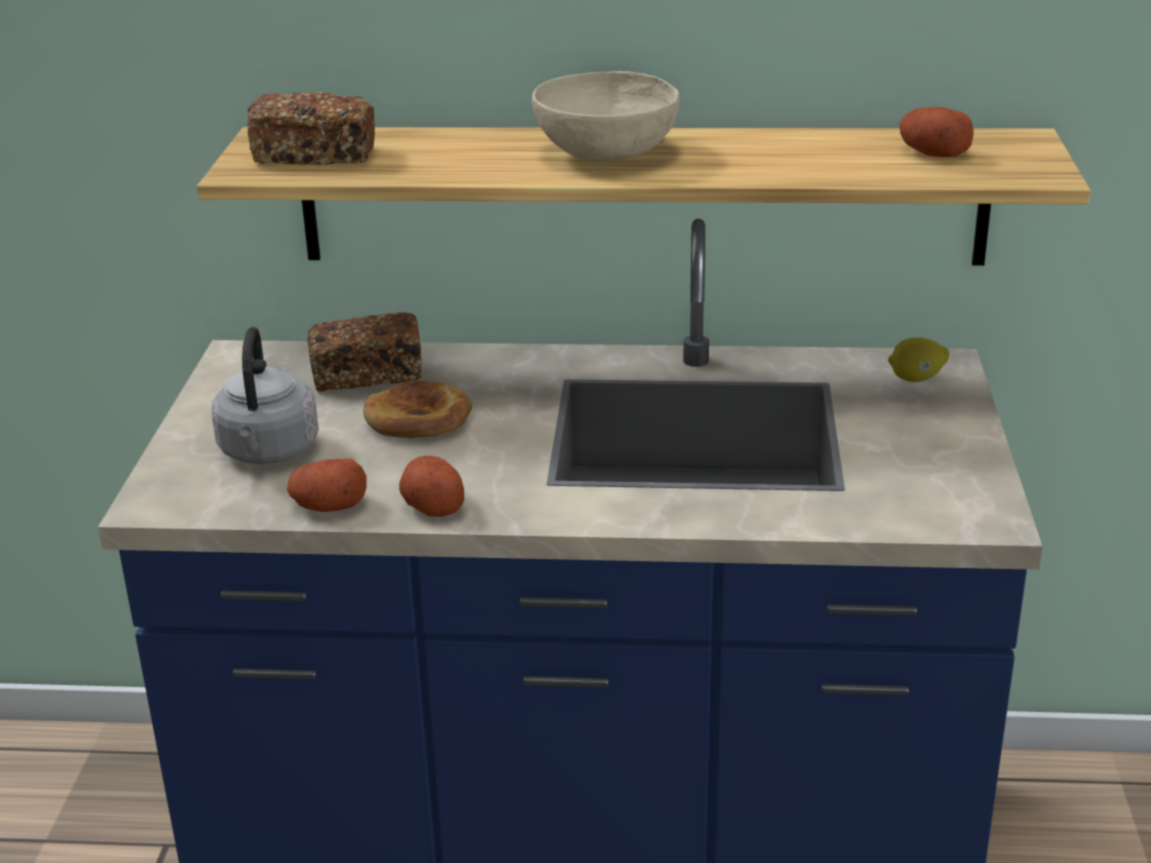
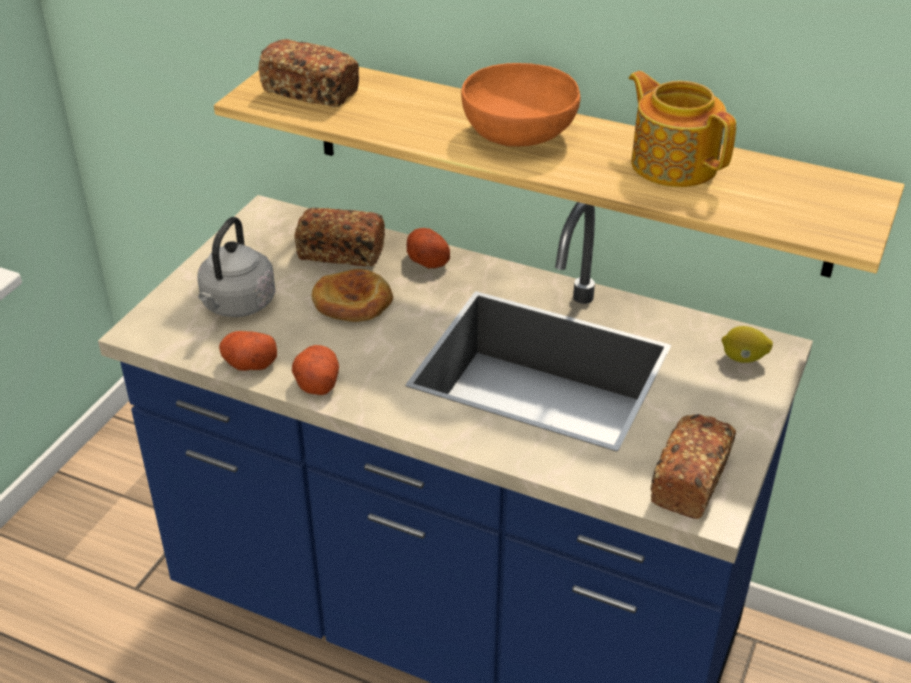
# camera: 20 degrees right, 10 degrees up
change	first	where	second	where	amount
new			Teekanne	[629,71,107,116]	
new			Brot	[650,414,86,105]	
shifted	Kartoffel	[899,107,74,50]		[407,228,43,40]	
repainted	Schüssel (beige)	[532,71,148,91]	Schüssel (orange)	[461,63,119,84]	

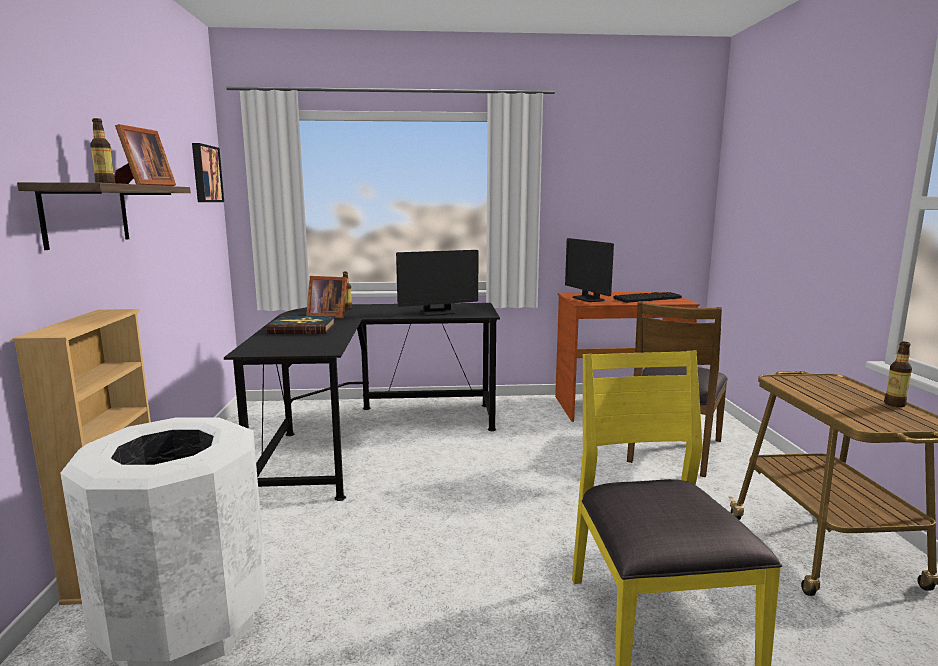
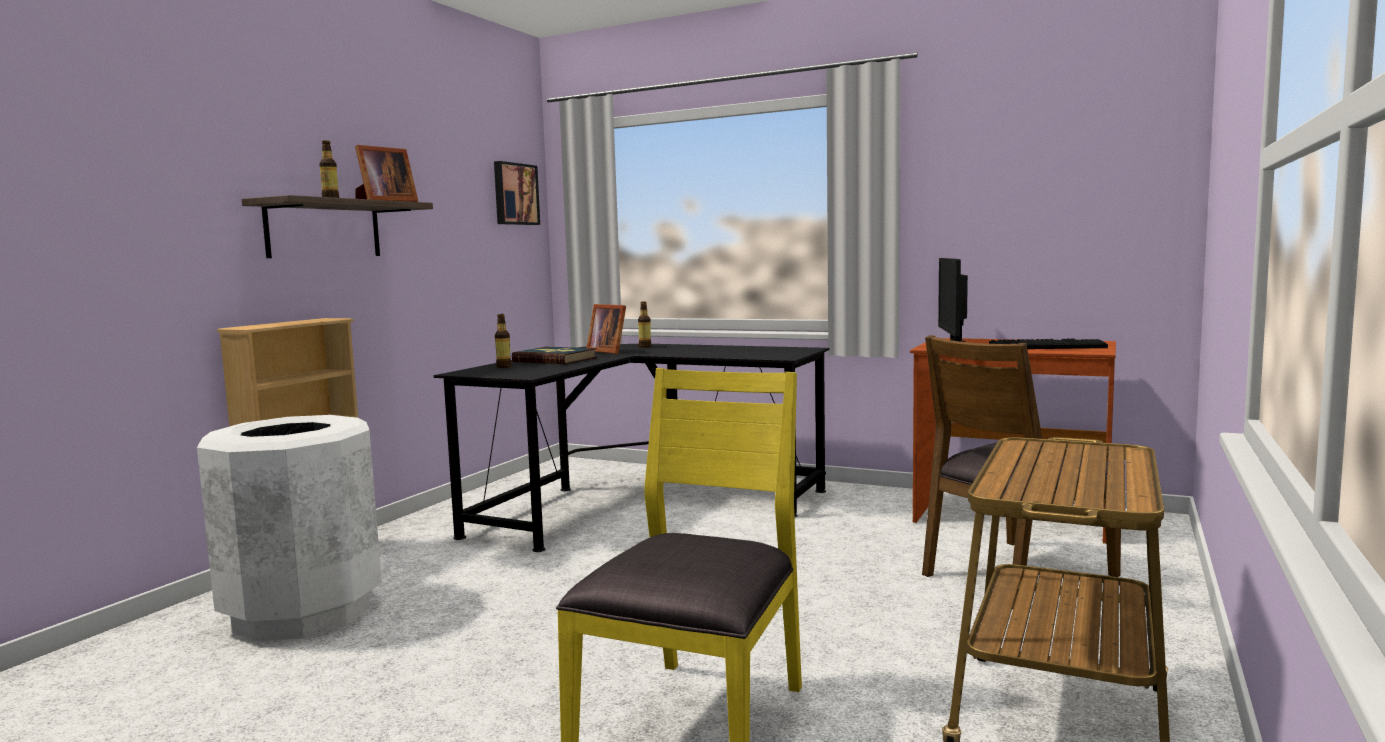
# camera: 30 degrees right, 5 degrees down
change	first	where	second	where	amount
gone	Monitor	[396,250,82,66]			
shifted	Flasche	[884,342,28,65]		[495,314,17,54]	

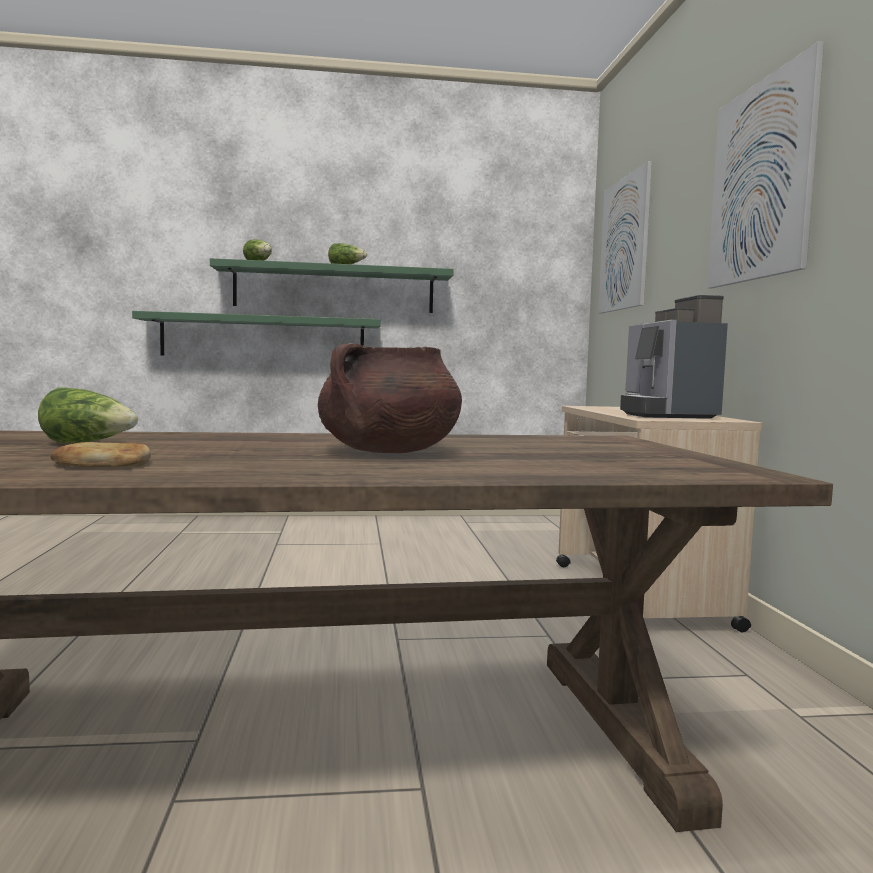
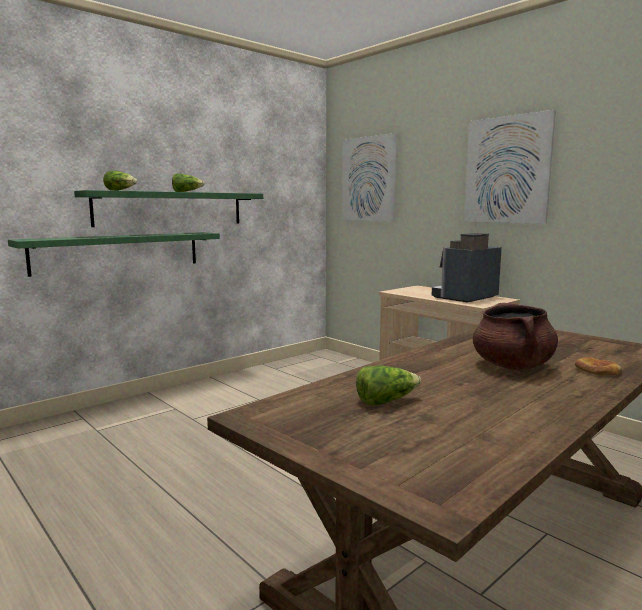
# camera: 35 degrees left, 5 degrees up
change	first	where	second	where	amount
shifted	Brot	[50,442,101,25]		[575,357,47,18]	
rotated	Kaffeemaschine	[620,295,108,124]		[432,233,70,70]	90 degrees clockwise

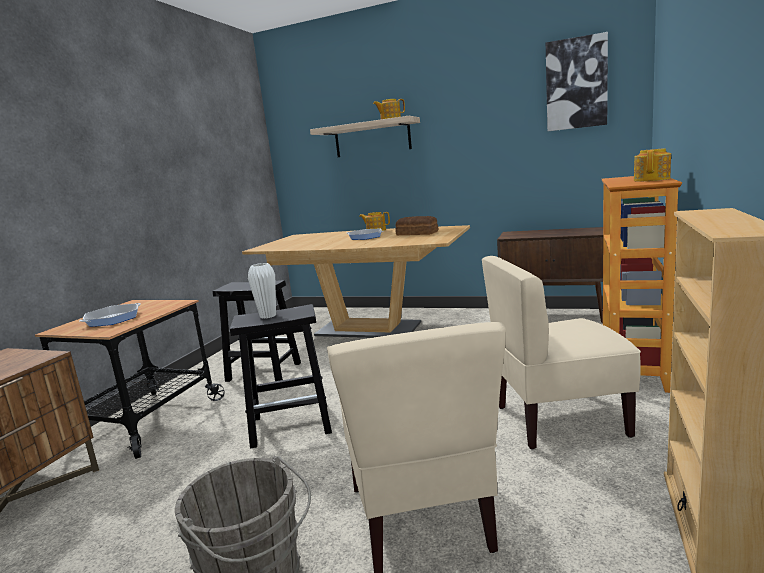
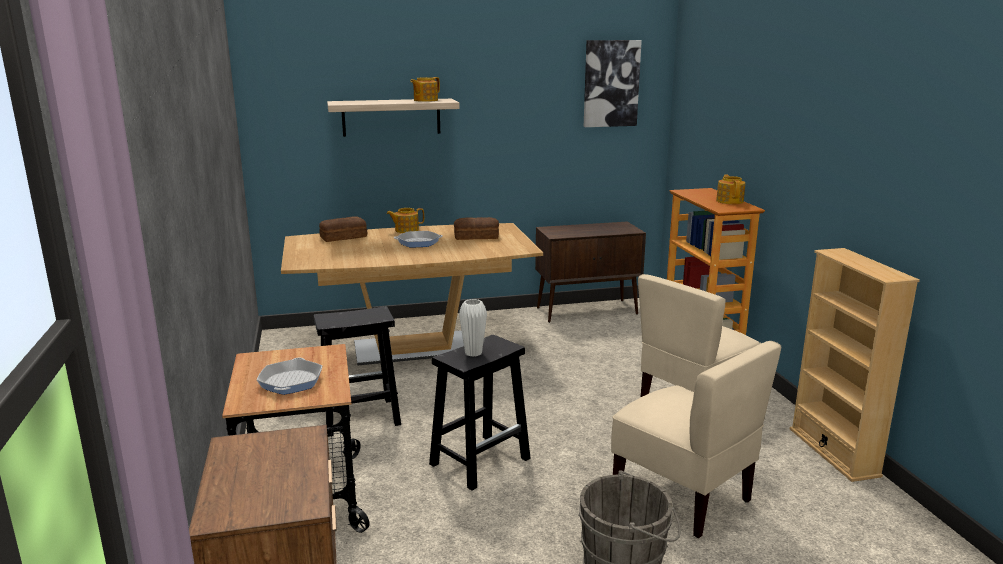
# camera: 35 degrees left, 5 degrees up
change	first	where	second	where	amount
new			Brot	[319,216,48,26]	

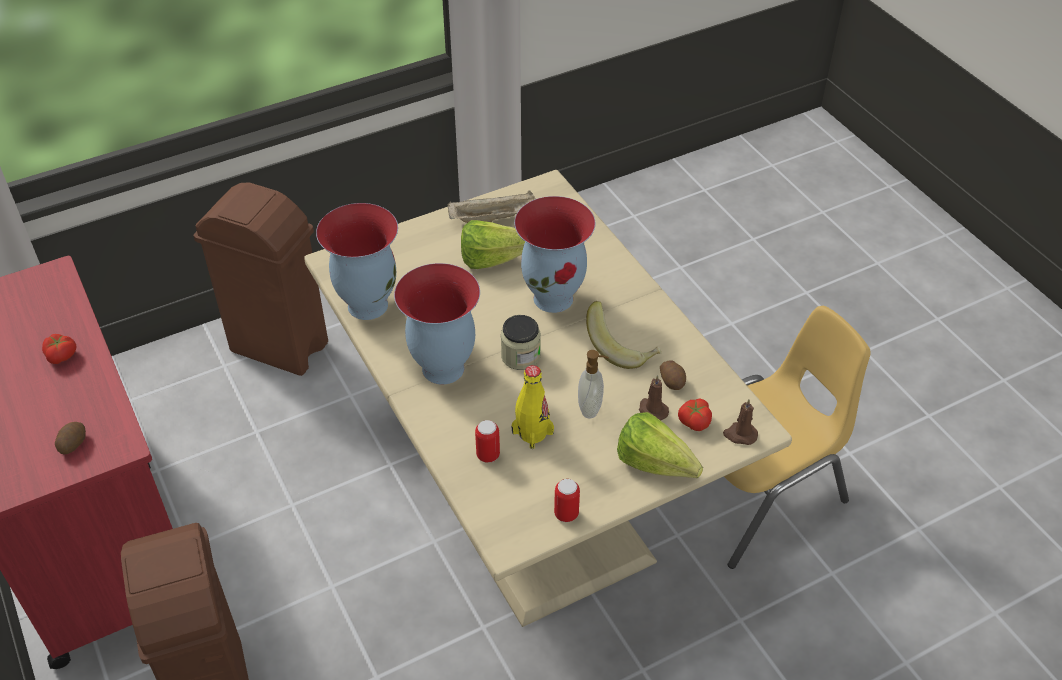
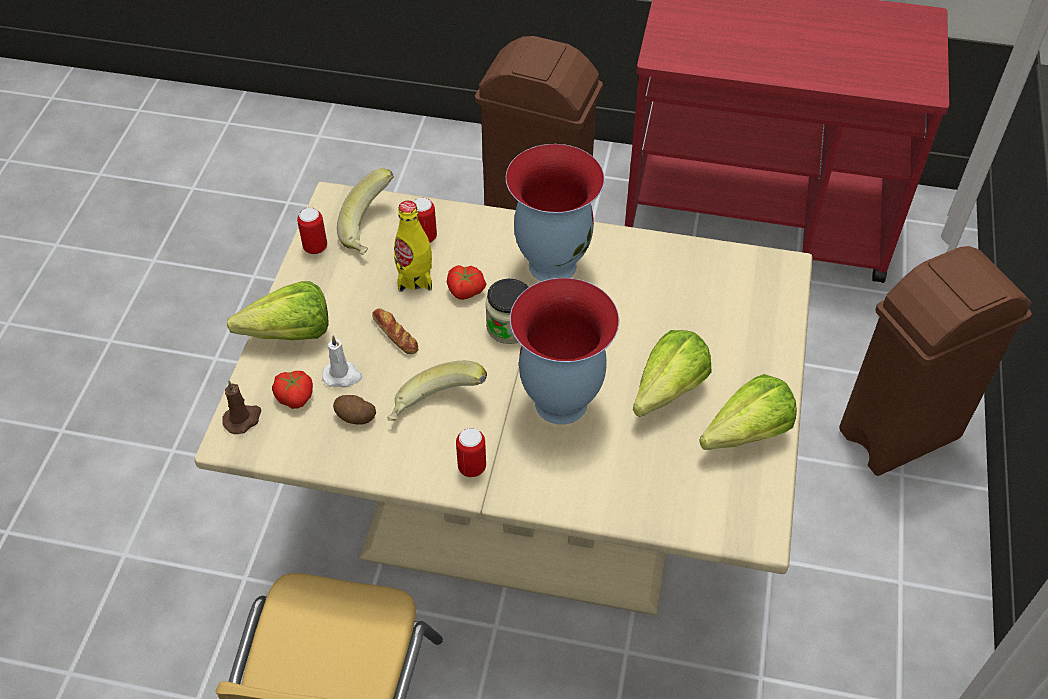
# camera: 130 degrees right, 5 degrees up
change	first	where	second	where	amount
gone	Kartoffel	[55,422,31,33]			
gone	Vase	[316,203,82,117]			
new			Banane	[337,169,57,86]	
new			Dose	[456,428,30,49]	
shifted	Tomate	[42,334,35,30]		[447,265,39,35]	
swapped	Tablett (beige)	[448,190,88,33]	Salatkopf	[699,374,98,76]	
swapped	Seifenspender	[578,350,31,68]	Brot	[372,309,46,45]	
repainted	Kerze (braun)	[639,375,30,46]	Kerze (weiß)	[322,335,40,53]	

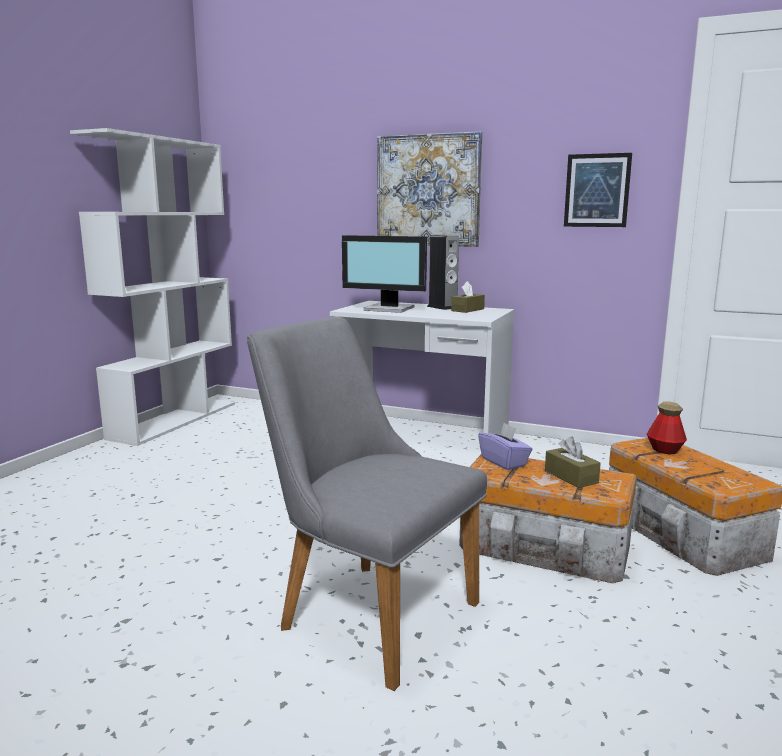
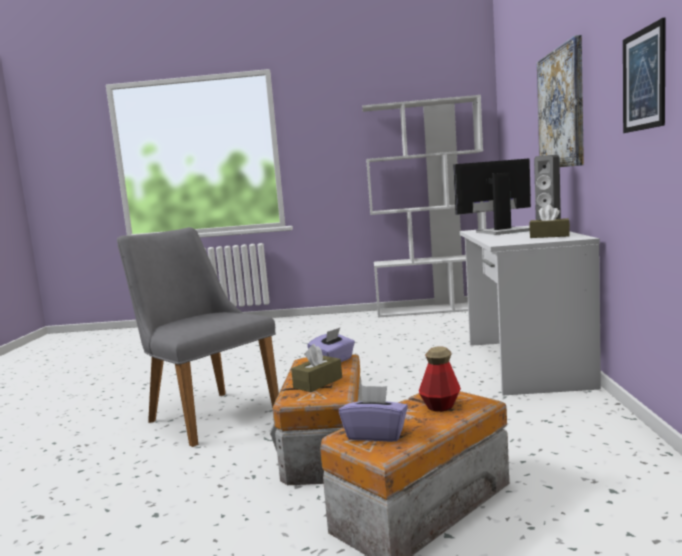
# camera: 70 degrees right, 5 degrees down
change	first	where	second	where	amount
new			Taschentuchbox (lila)	[339,385,69,57]	
rotated	Stuhl (grau)	[247,317,240,374]		[117,227,162,220]	60 degrees counterclockwise
rotated	Monitor	[342,235,85,78]		[453,158,78,77]	75 degrees clockwise

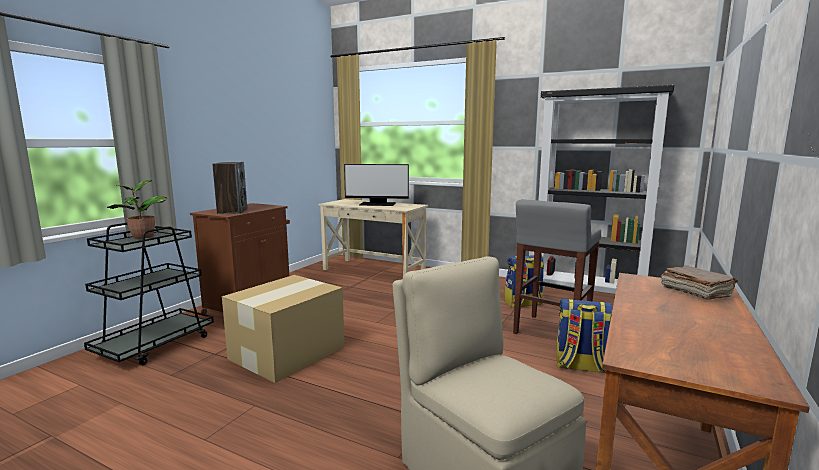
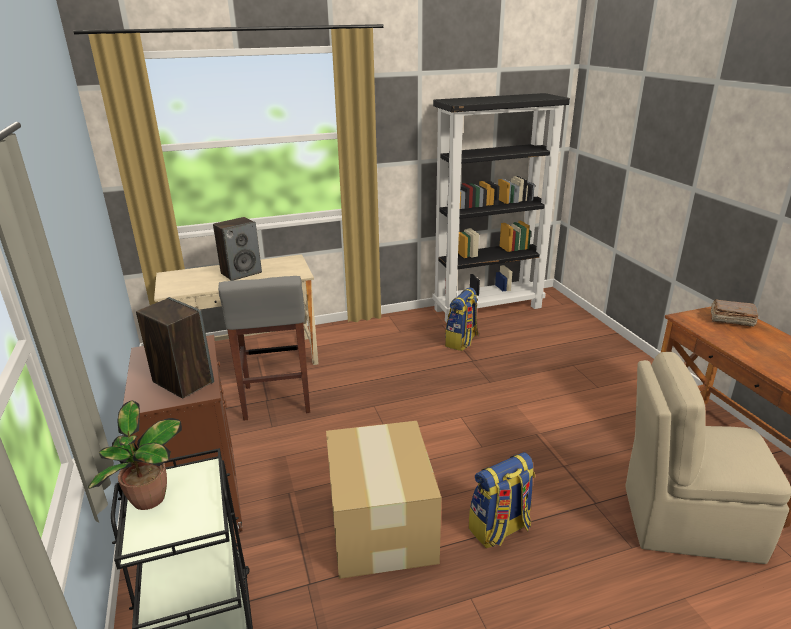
# camera: 45 degrees left, 15 degrees up
change	first	where	second	where	amount
shifted	Hocker (grau)	[513,199,88,135]		[218,276,92,144]	
shifted	Rucksack	[556,299,57,74]		[469,452,66,96]	
swapped	Monitor	[344,164,65,42]	Lautsprecher	[213,217,49,64]	

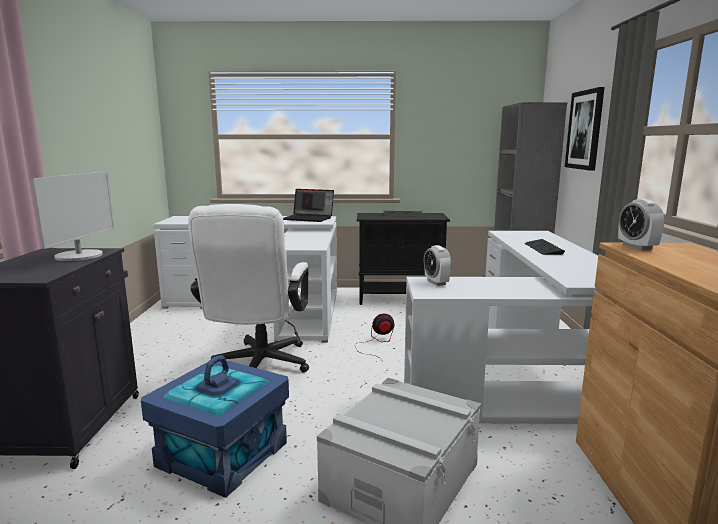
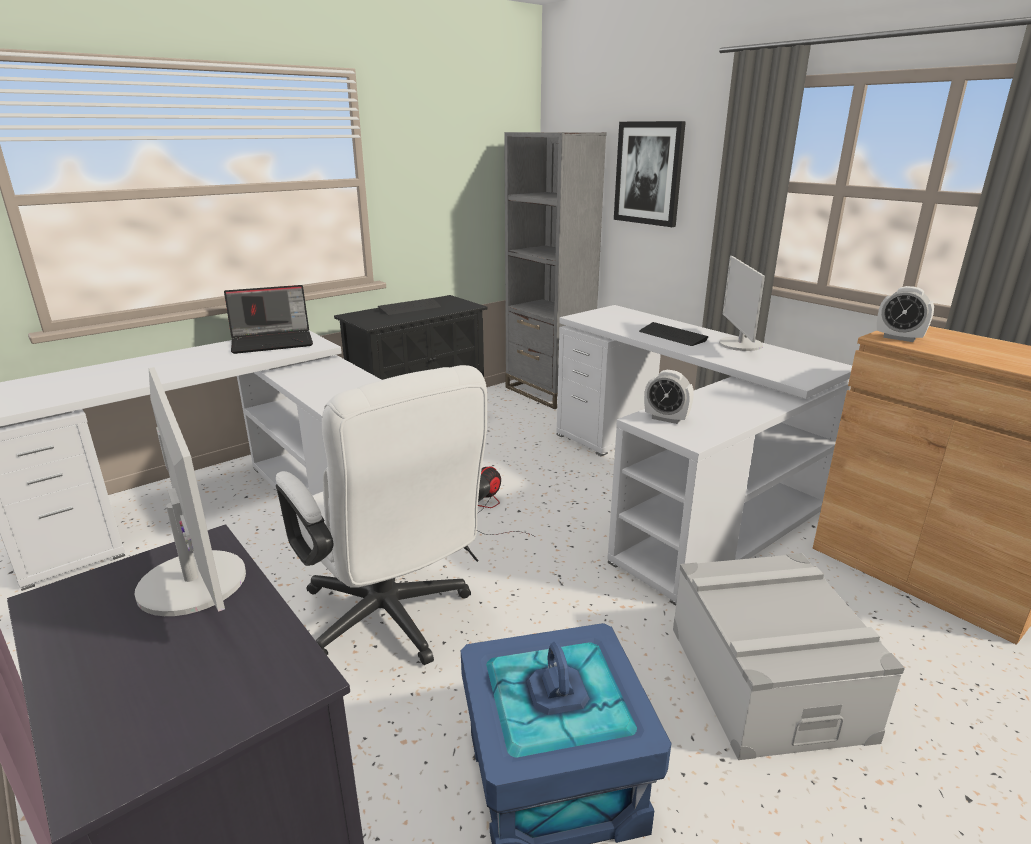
# camera: 40 degrees left, 10 degrees up
change	first	where	second	where	amount
new			Monitor	[719,256,46,95]	

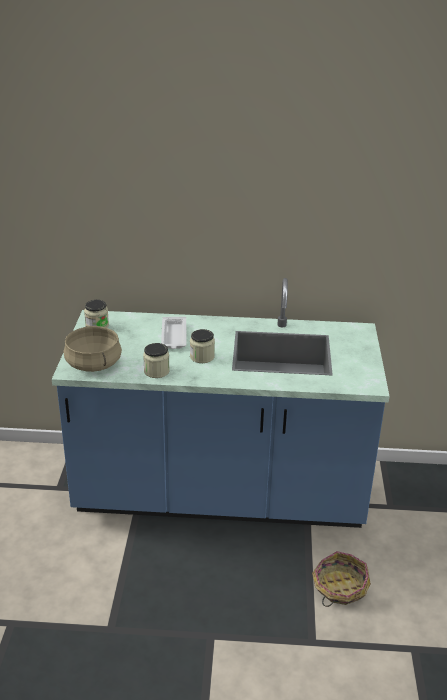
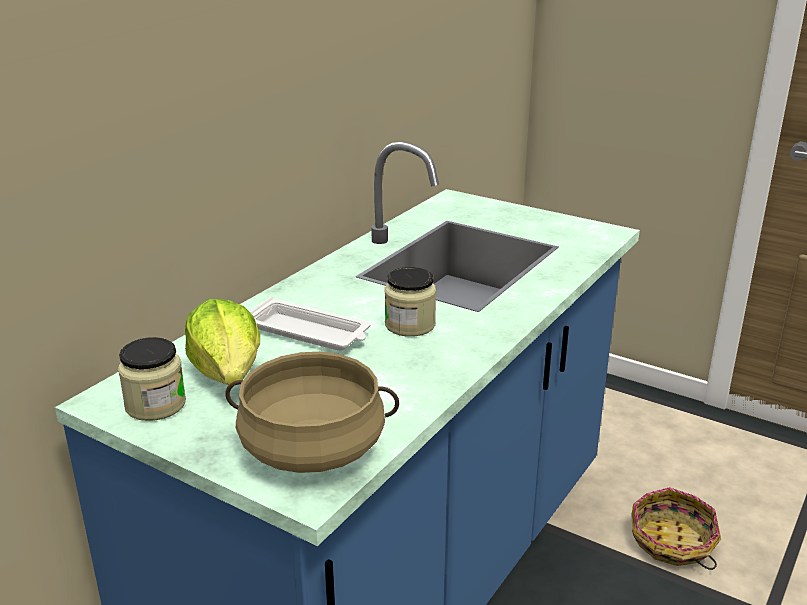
# camera: 60 degrees left, 5 degrees down
change	first	where	second	where	amount
gone	Vorratsglas	[143,343,27,35]			
new			Salatkopf	[185,299,75,86]	

